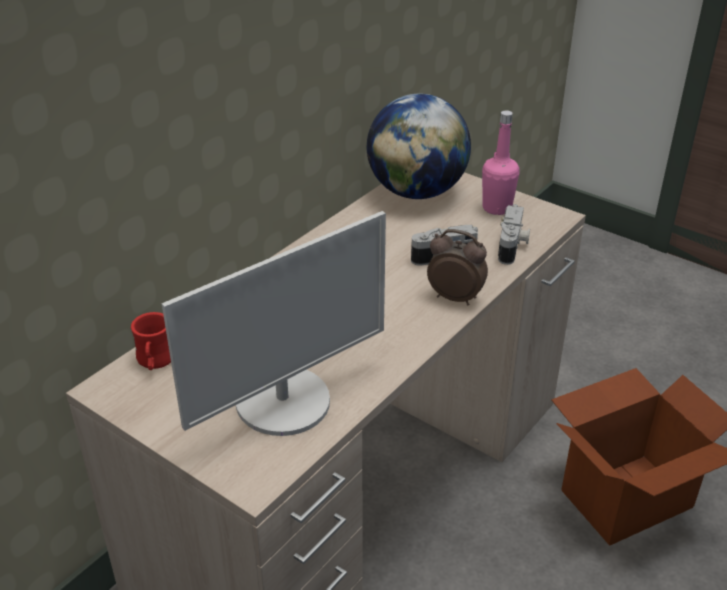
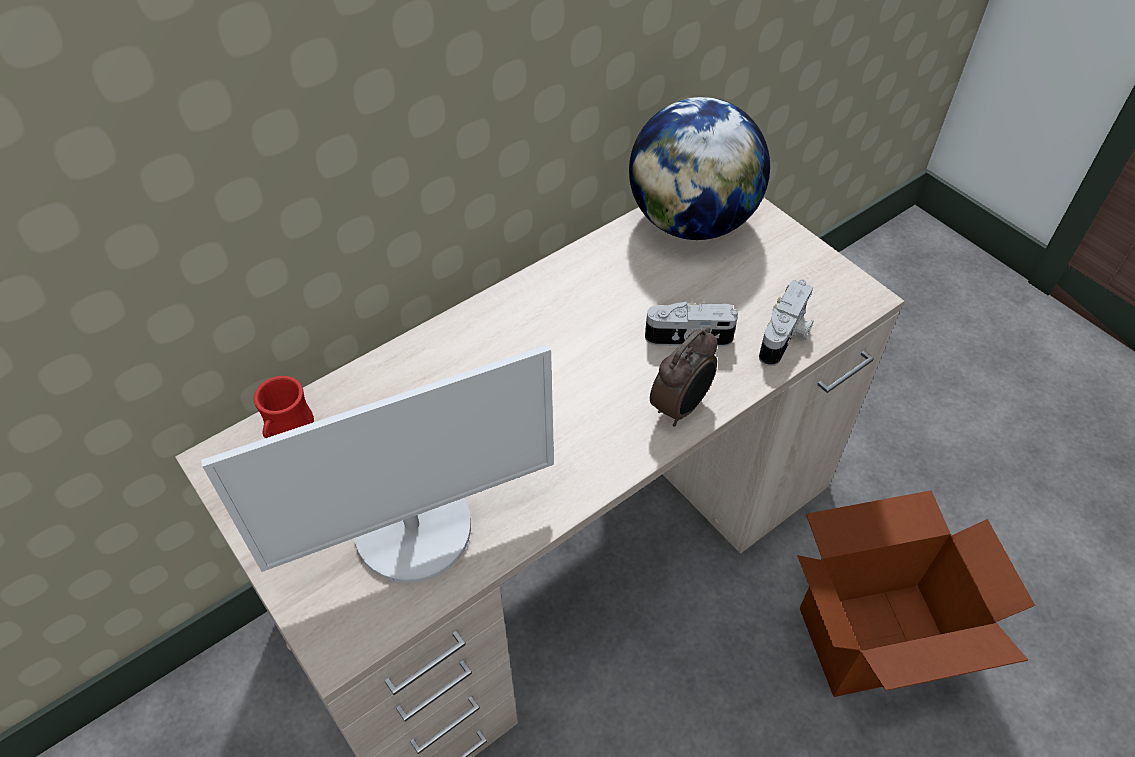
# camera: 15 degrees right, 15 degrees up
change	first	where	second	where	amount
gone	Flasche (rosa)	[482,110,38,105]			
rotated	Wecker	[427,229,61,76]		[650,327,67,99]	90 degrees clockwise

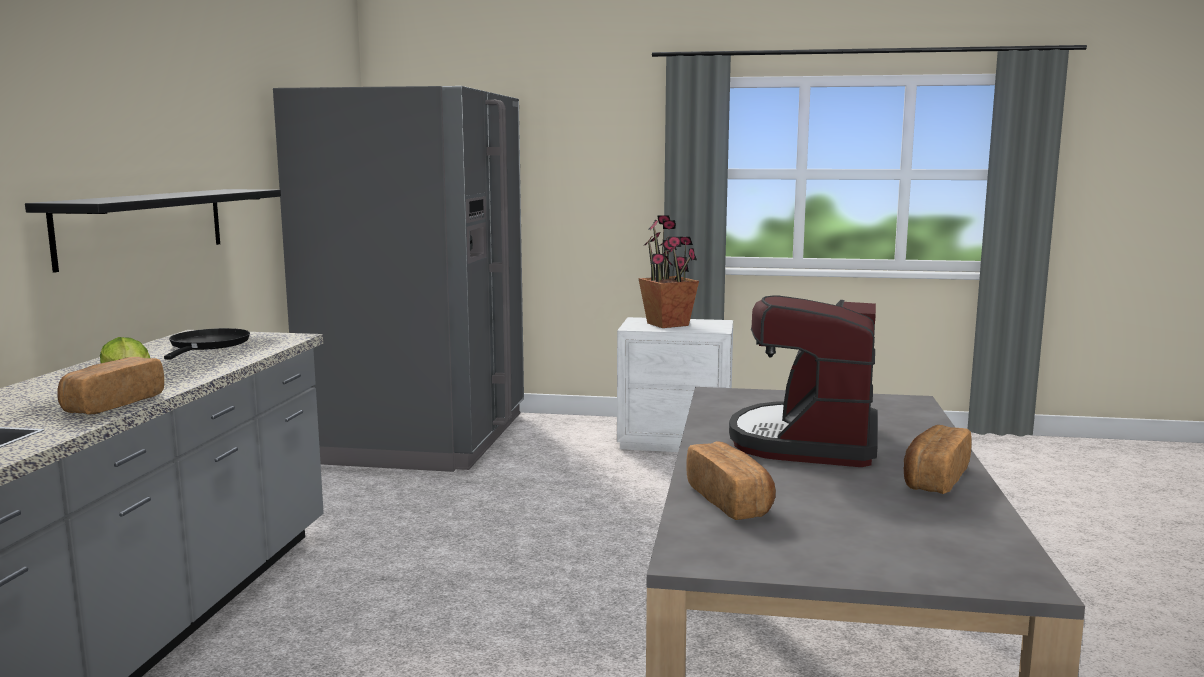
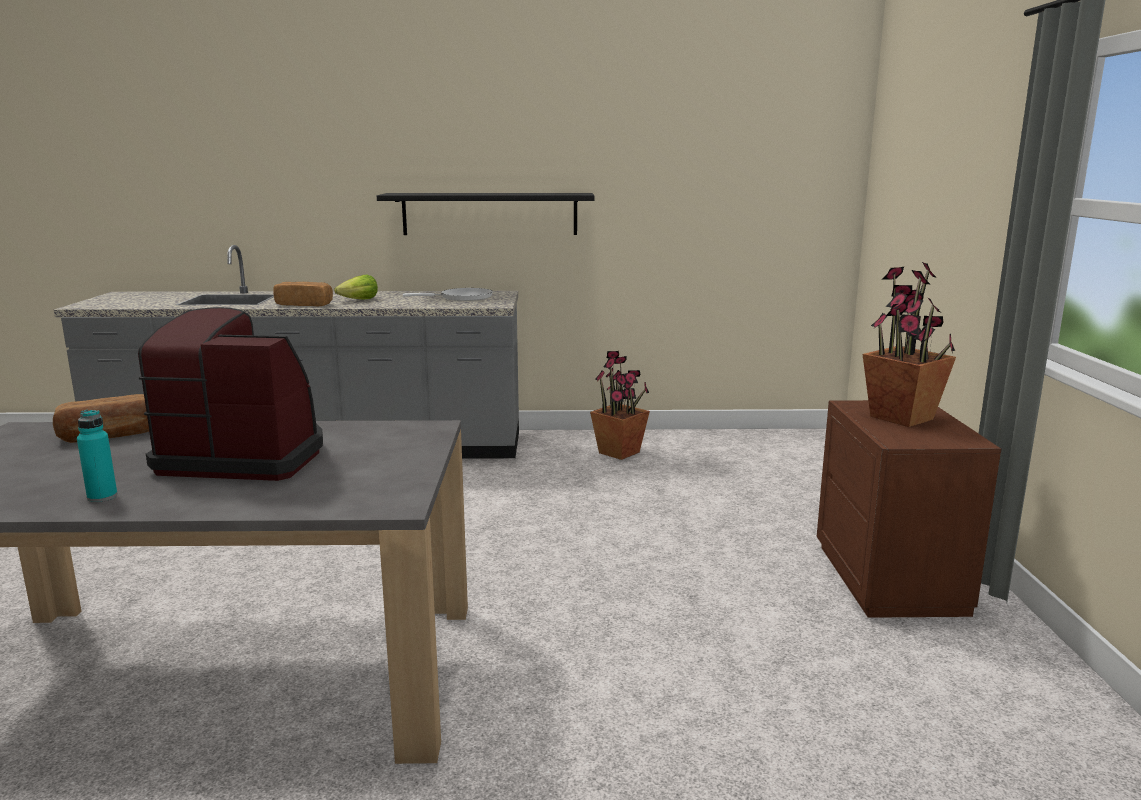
# camera: 80 degrees right, 5 degrees up
change	first	where	second	where	amount
gone	Kühlschrank (grau)	[273,86,251,386]			
new			Topfpflanze	[590,351,60,109]	
swapped	Brot	[904,425,68,69]	Flasche (türkis)	[77,410,41,92]	
repainted	Pfanne (schwarz)	[164,328,86,32]	Pfanne (weiß)	[403,288,90,13]	
repainted	Nachttisch (weiß)	[617,317,116,135]	Nachttisch (braun)	[817,400,184,218]	

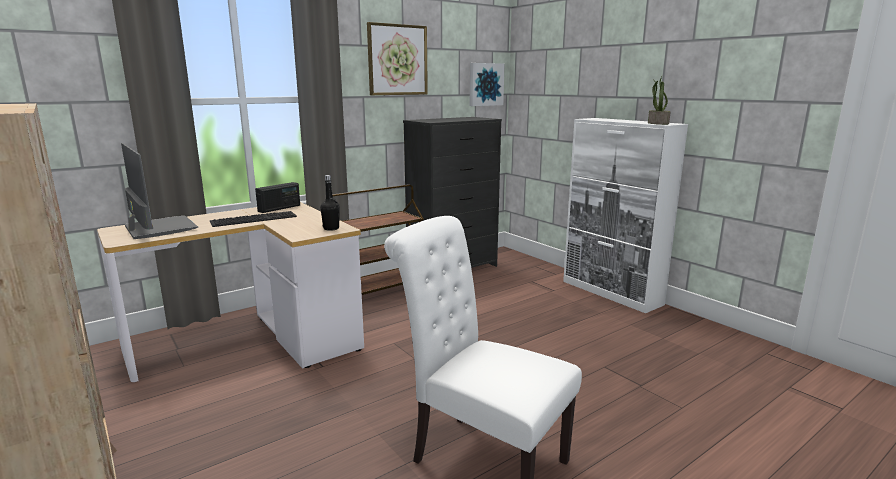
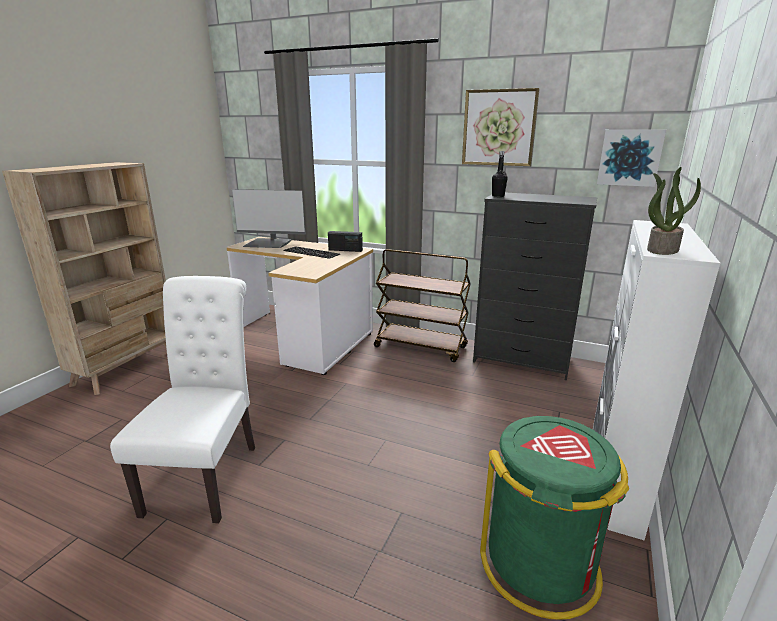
# camera: 60 degrees right, 5 degrees up
change	first	where	second	where	amount
new			Mülleimer (grün)	[480,416,149,204]	
shifted	Flasche (schwarz)	[320,175,20,56]		[492,151,16,46]	
rotated	Monitor	[121,143,77,96]		[232,189,74,59]	75 degrees clockwise

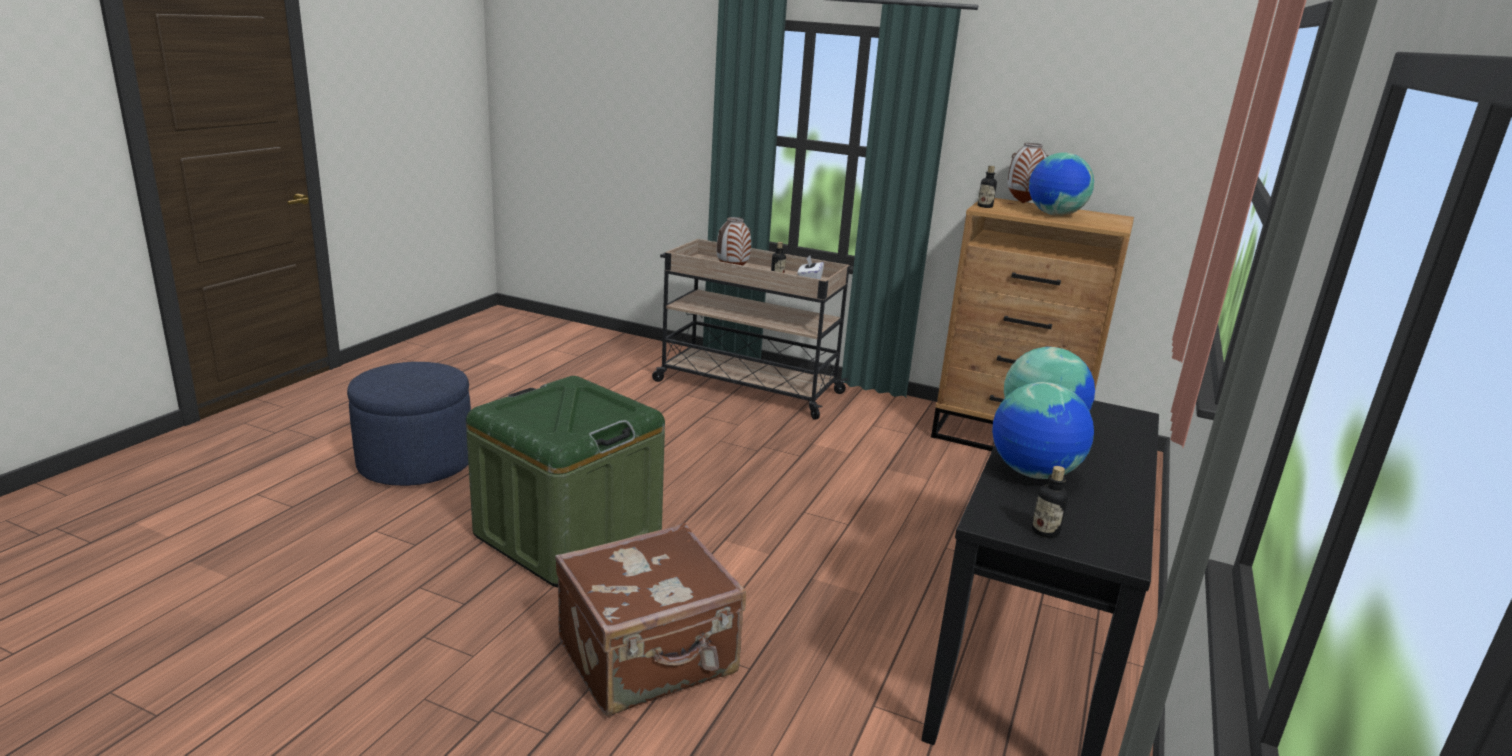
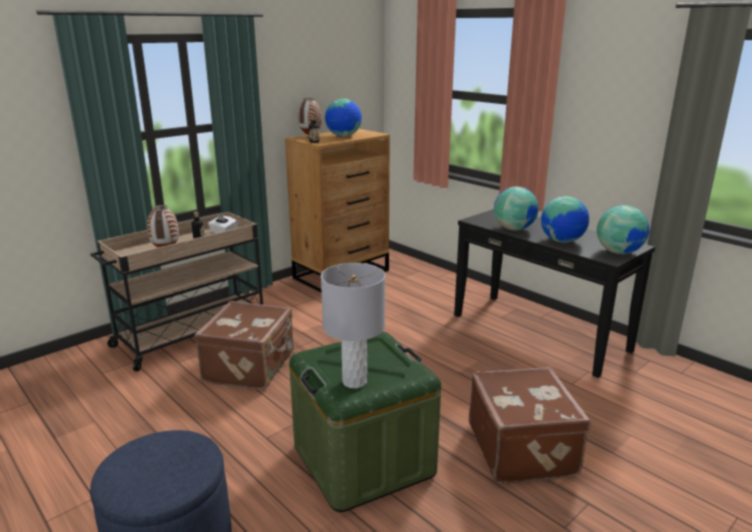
# camera: 65 degrees left, 0 degrees up
change	first	where	second	where	amount
new			Koffer (braun)	[194,301,100,89]	
new			Tischlampe (grau)	[321,263,64,125]	
swapped	Flasche	[1032,466,36,72]	Globus	[597,205,52,49]	

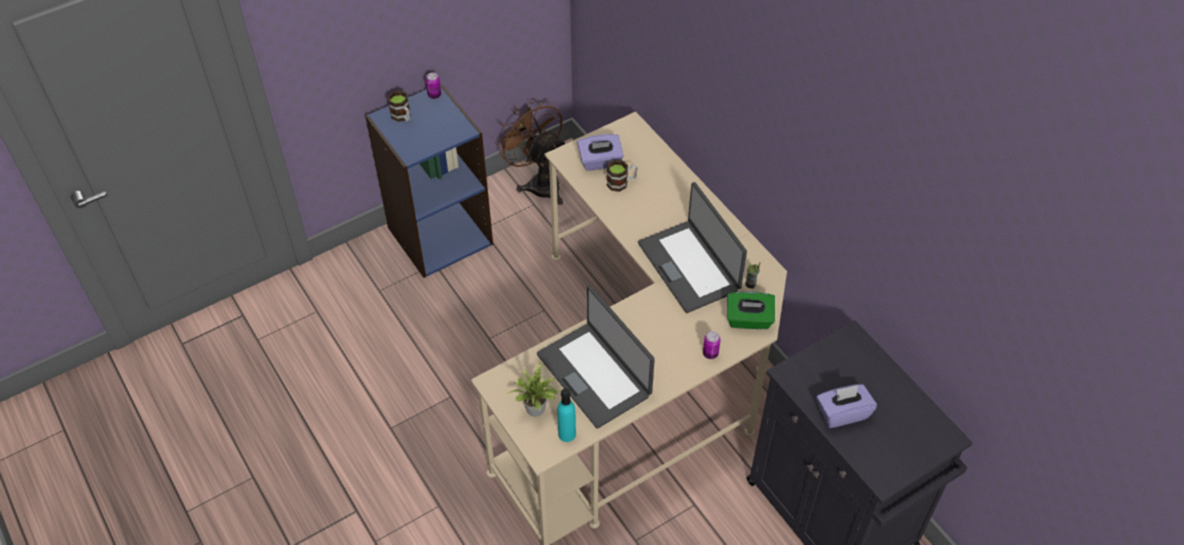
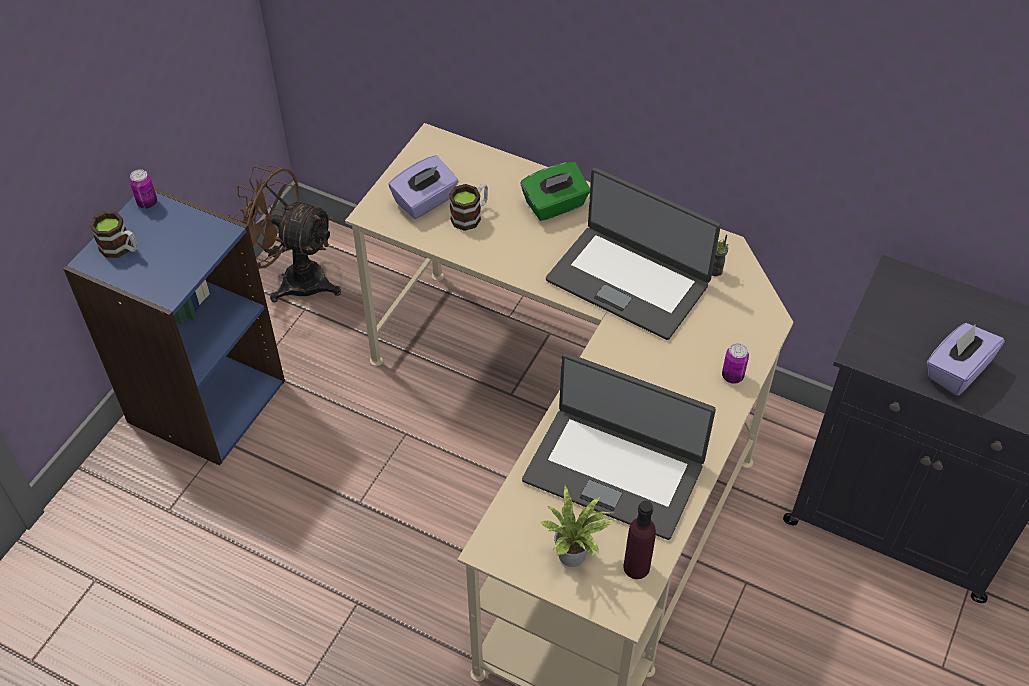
# camera: 30 degrees left, 0 degrees up
change	first	where	second	where	amount
shifted	Taschentuchbox (grün)	[727,292,48,37]		[521,162,69,59]	
repainted	Flasche (türkis)	[558,388,18,54]	Flasche (lila)	[623,501,33,78]	

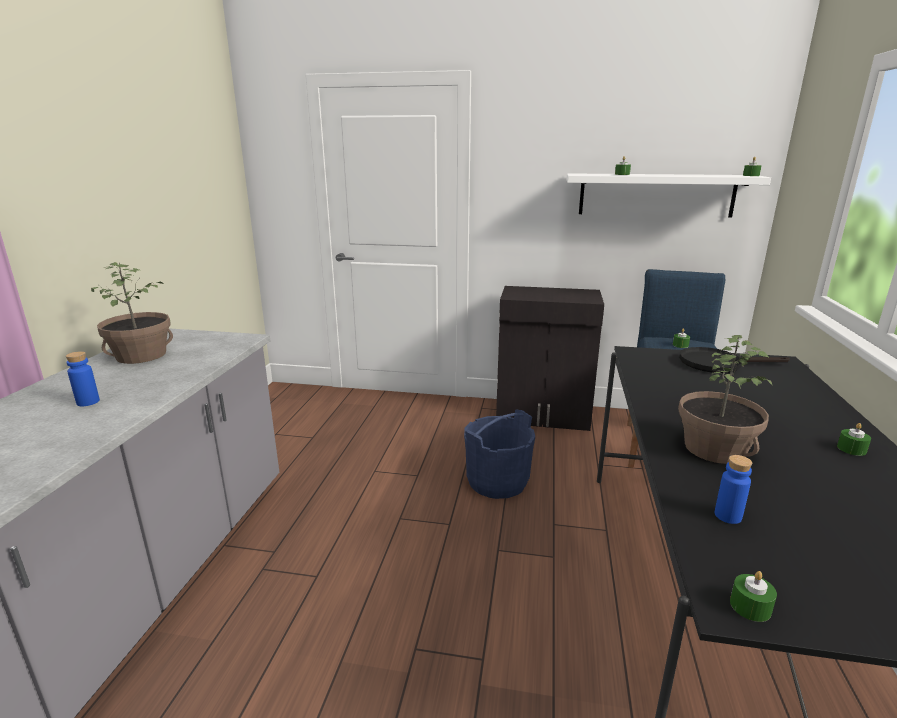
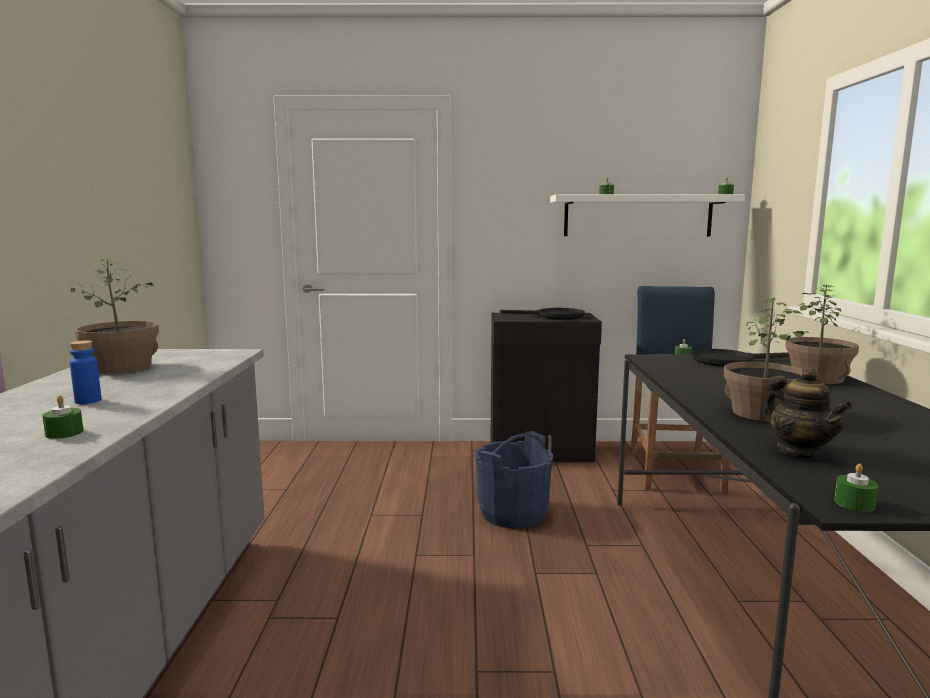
# camera: 10 degrees left, 10 degrees down
change	first	where	second	where	amount
new			Pfanne (schwarz)	[500,308,85,12]	
new			Topfpflanze	[785,285,74,99]	
shifted	Kerze (grün)	[837,423,34,33]		[42,395,41,44]	
swapped	Flasche (blau)	[715,455,37,69]	Teekanne	[763,368,89,92]	

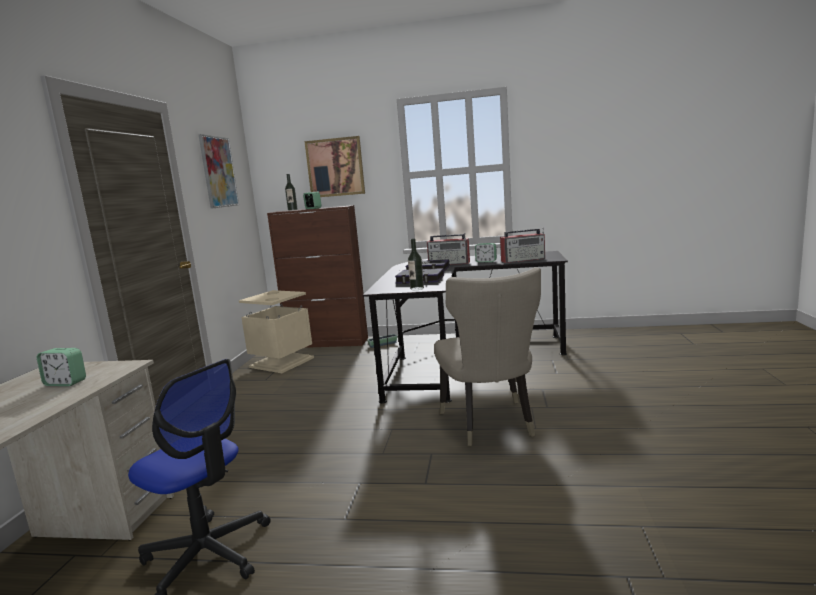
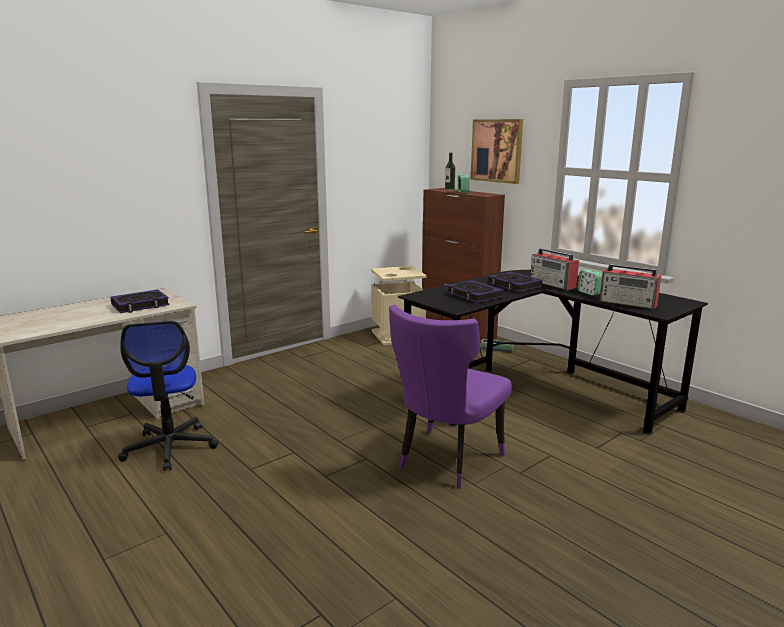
# camera: 40 degrees right, 5 degrees up
change	first	where	second	where	amount
gone	Bild	[199,134,40,75]			
gone	Flasche	[408,239,16,51]			
swapped	Wecker	[37,348,49,38]	Buch	[111,289,59,24]	
repainted	Stuhl (beige)	[434,267,107,179]	Stuhl (lila)	[389,305,123,184]	

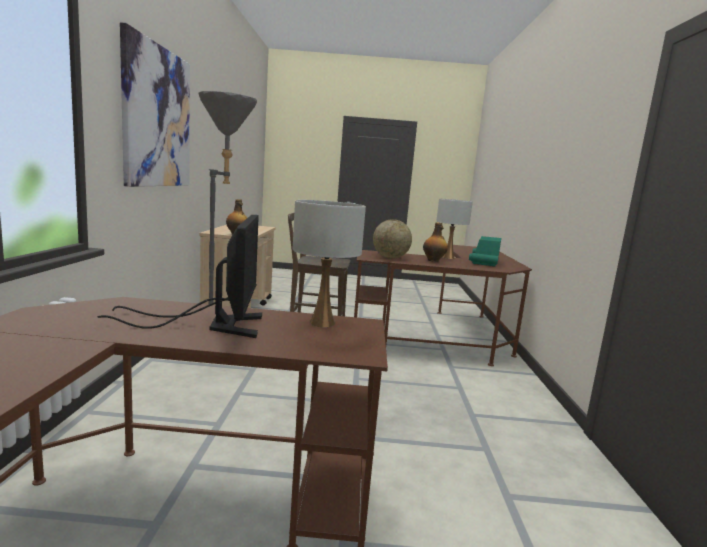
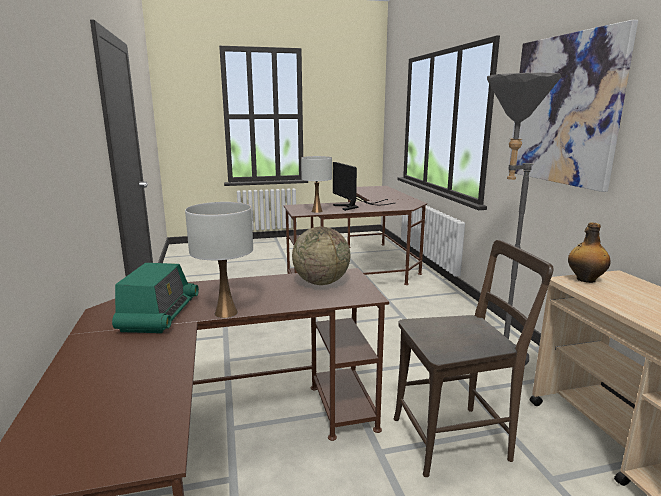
# camera: 165 degrees right, 5 degrees up
change	first	where	second	where	amount
gone	Flasche	[423,223,25,39]			

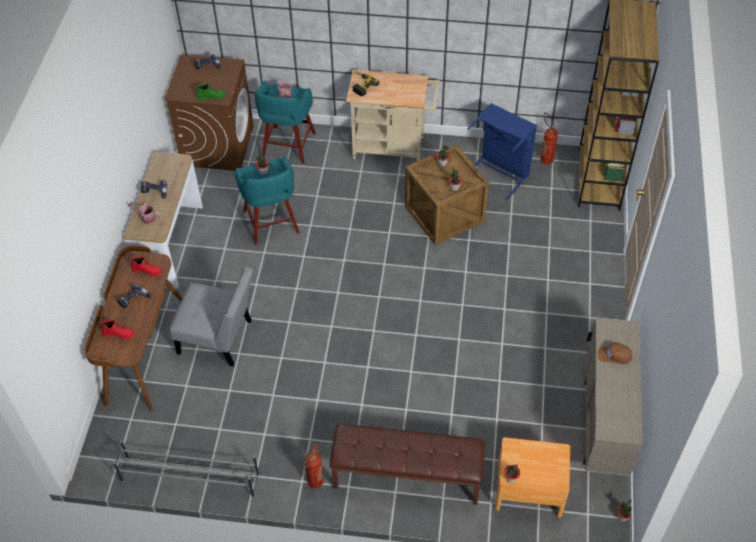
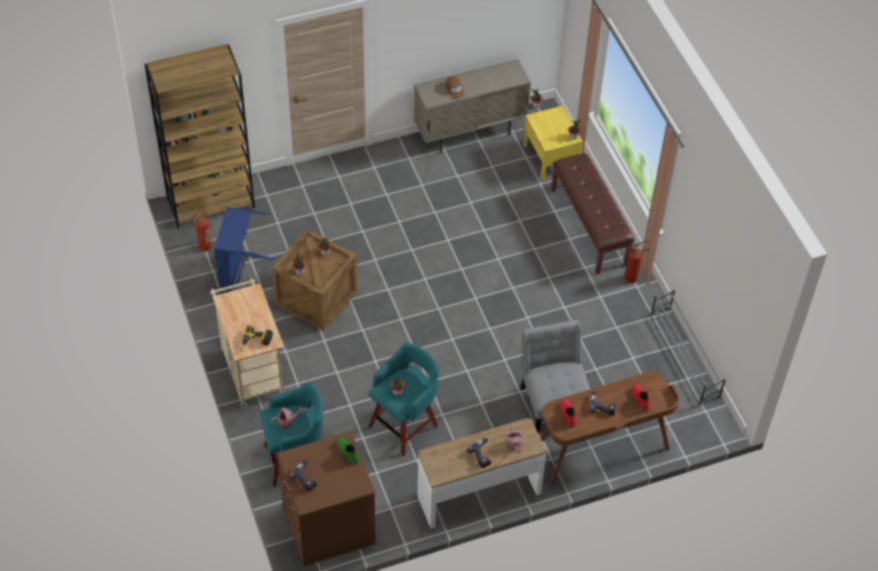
# camera: 120 degrees left, 0 degrees up
change	first	where	second	where	amount
repainted	Nachttisch (braun)	[495,437,75,81]	Nachttisch (gelb)	[523,106,59,74]	

